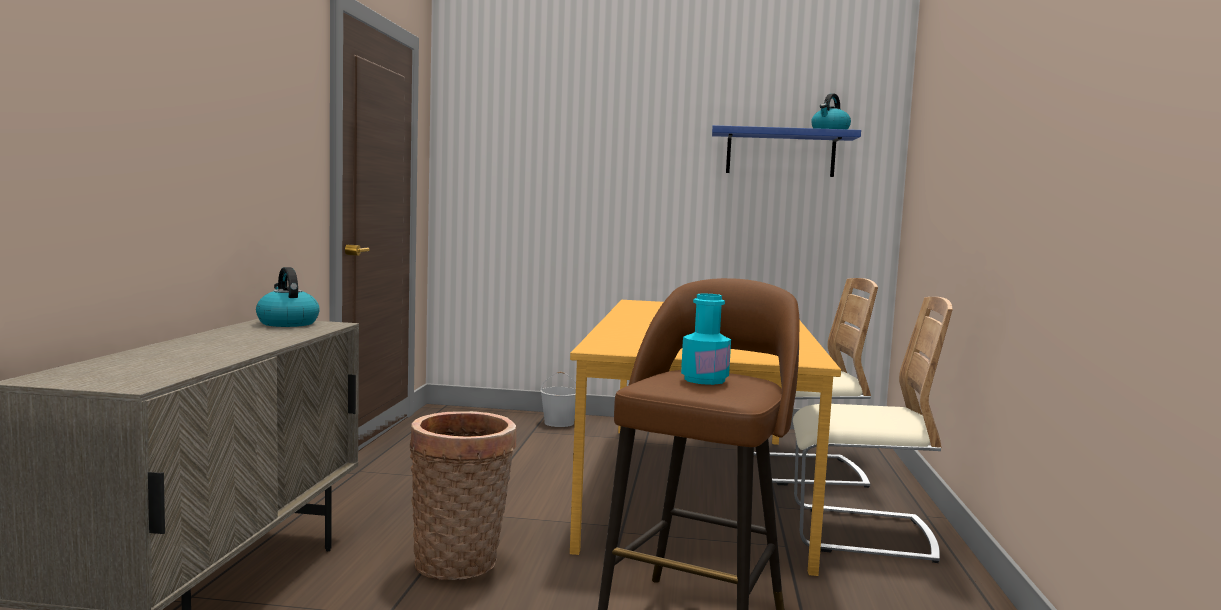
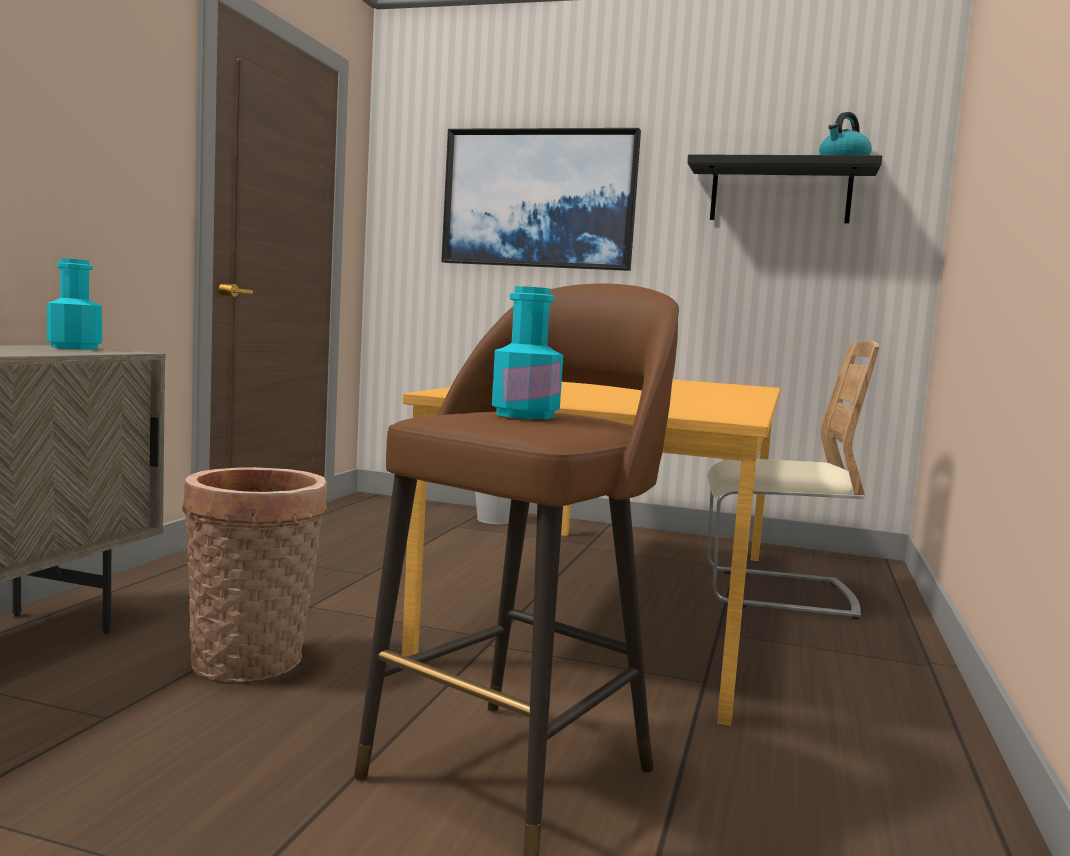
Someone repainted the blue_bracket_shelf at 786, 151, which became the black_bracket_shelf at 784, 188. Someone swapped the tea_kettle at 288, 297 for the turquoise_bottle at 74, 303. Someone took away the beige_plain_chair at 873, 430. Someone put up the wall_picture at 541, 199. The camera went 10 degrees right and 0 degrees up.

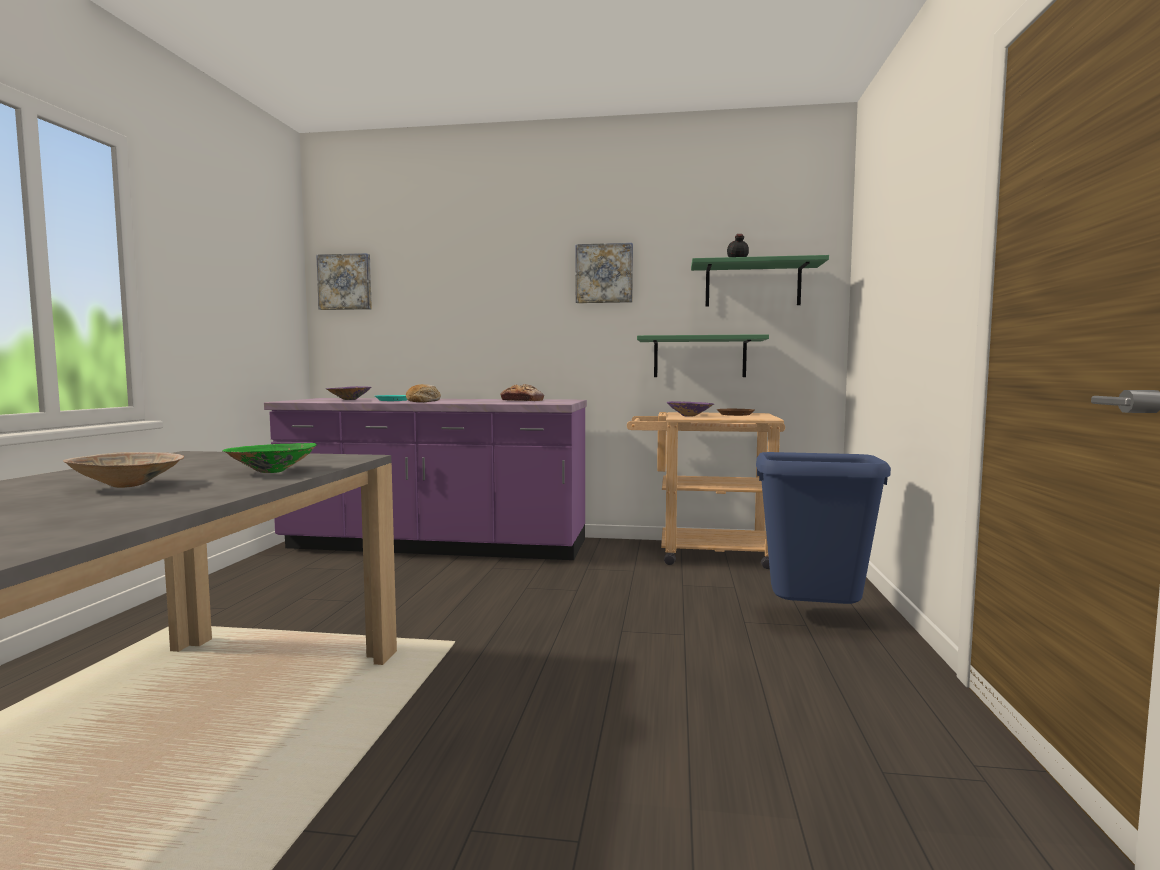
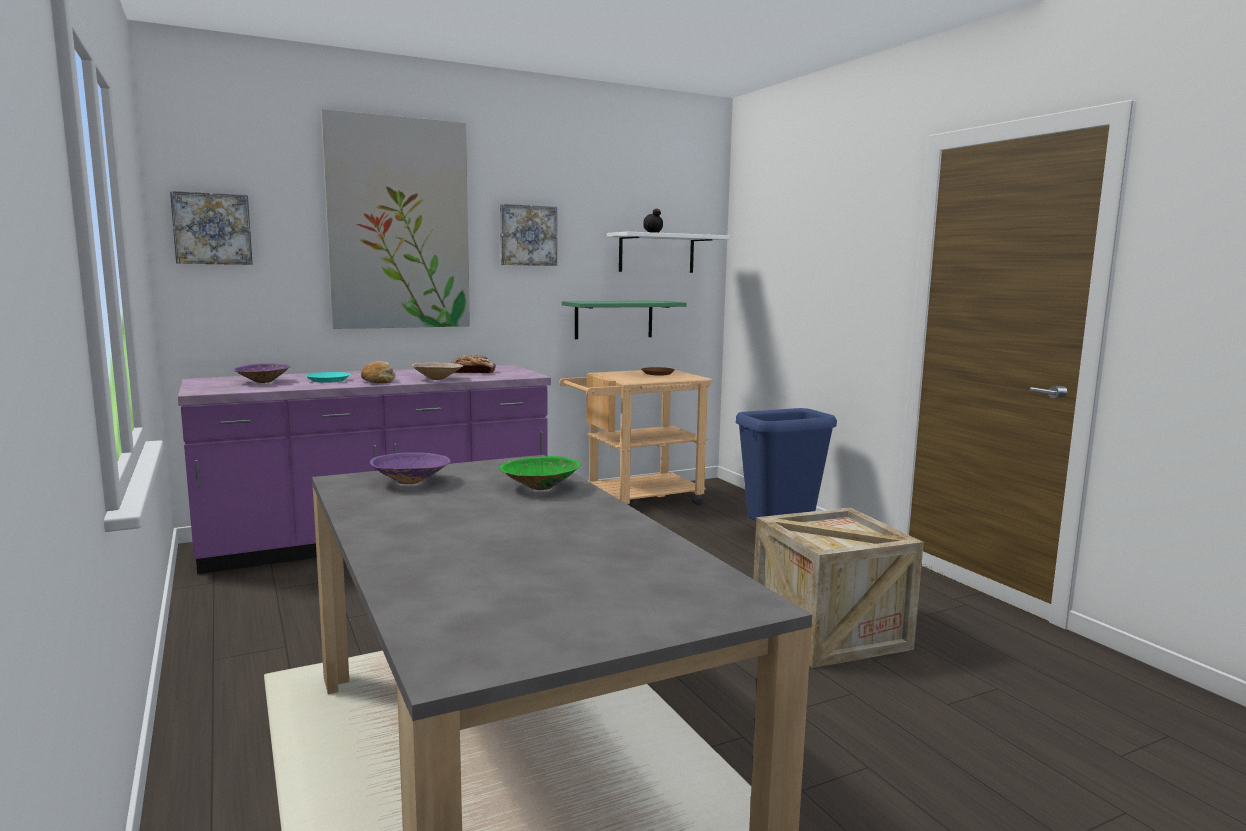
Someone repainted the greenish_bracket_shelf at 760, 281, which became the white-coloured_bracket_shelf at 668, 252. Someone carried the purple_serving_bowl from 690, 408 to 410, 468. Someone carried the beige_serving_bowl from 123, 470 to 437, 371. Someone put up the wall_picture at 395, 219. Someone put down the packing_crate at 838, 588. The camera went 35 degrees left and 5 degrees up.

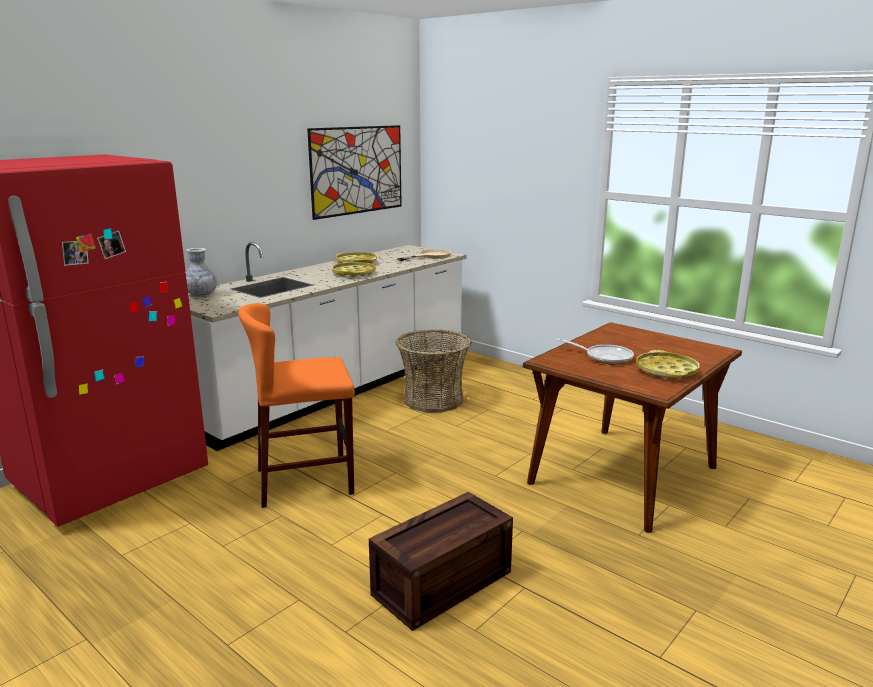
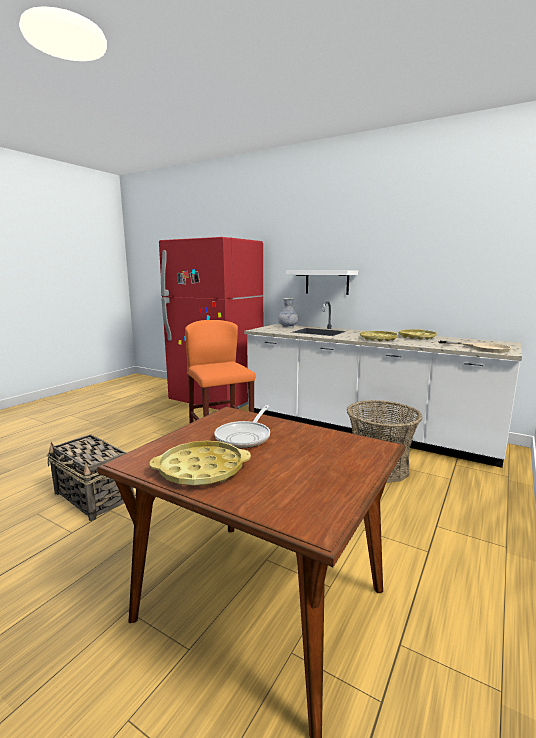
Someone took away the wall_picture at 354, 172. Someone swapped the packing_crate at 441, 561 for the household_basket at 90, 477. Someone put up the white-coloured_bracket_shelf at 322, 282. The camera went 80 degrees right and 5 degrees down.

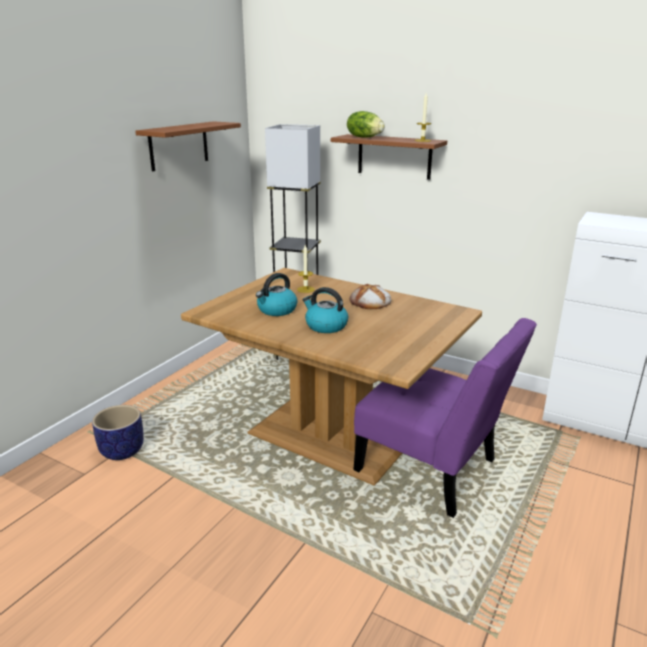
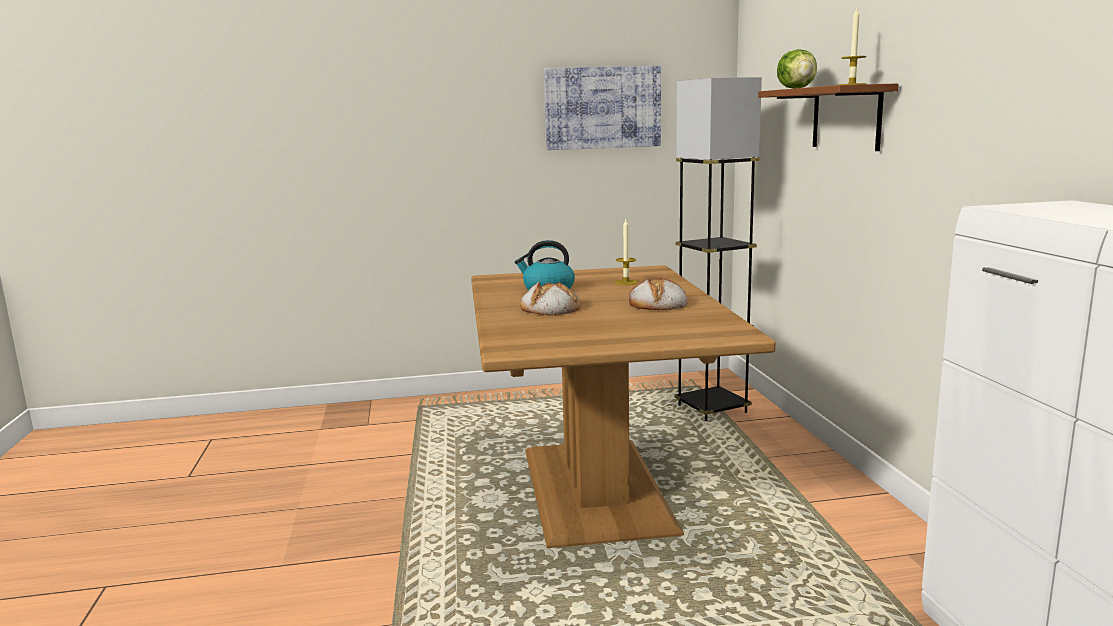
Someone swapped the brown-coloured_bracket_shelf at 188, 146 for the wall_picture at 602, 108. Someone swapped the tea_kettle at 325, 310 for the bread at 550, 298. Someone took away the purple_plain_chair at 445, 418. Someone took away the planter at 118, 432. The camera went 50 degrees right and 10 degrees down.

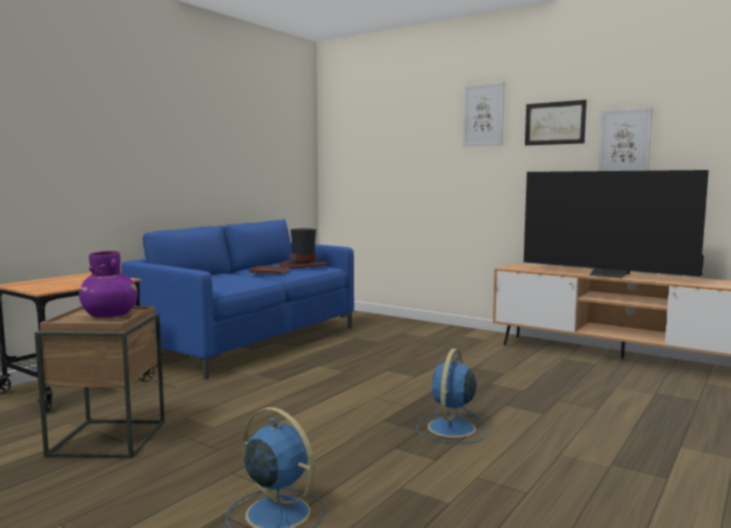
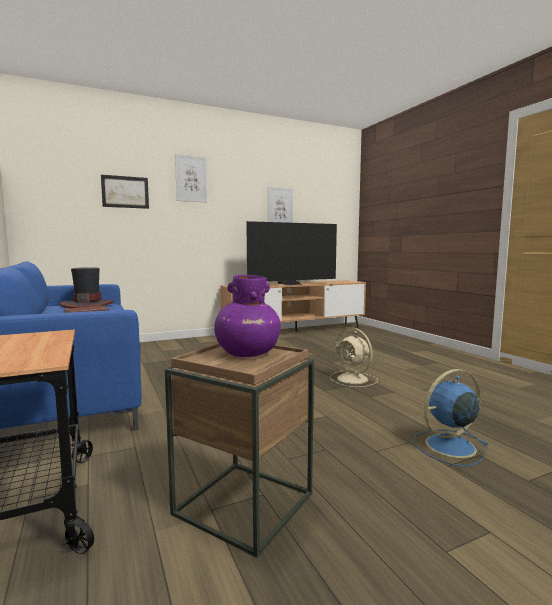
Someone carried the wall_picture from 556, 123 to 125, 192. Someone repainted the blue_fan at 451, 396, which became the beige_fan at 354, 357. The camera went 60 degrees left and 0 degrees up.

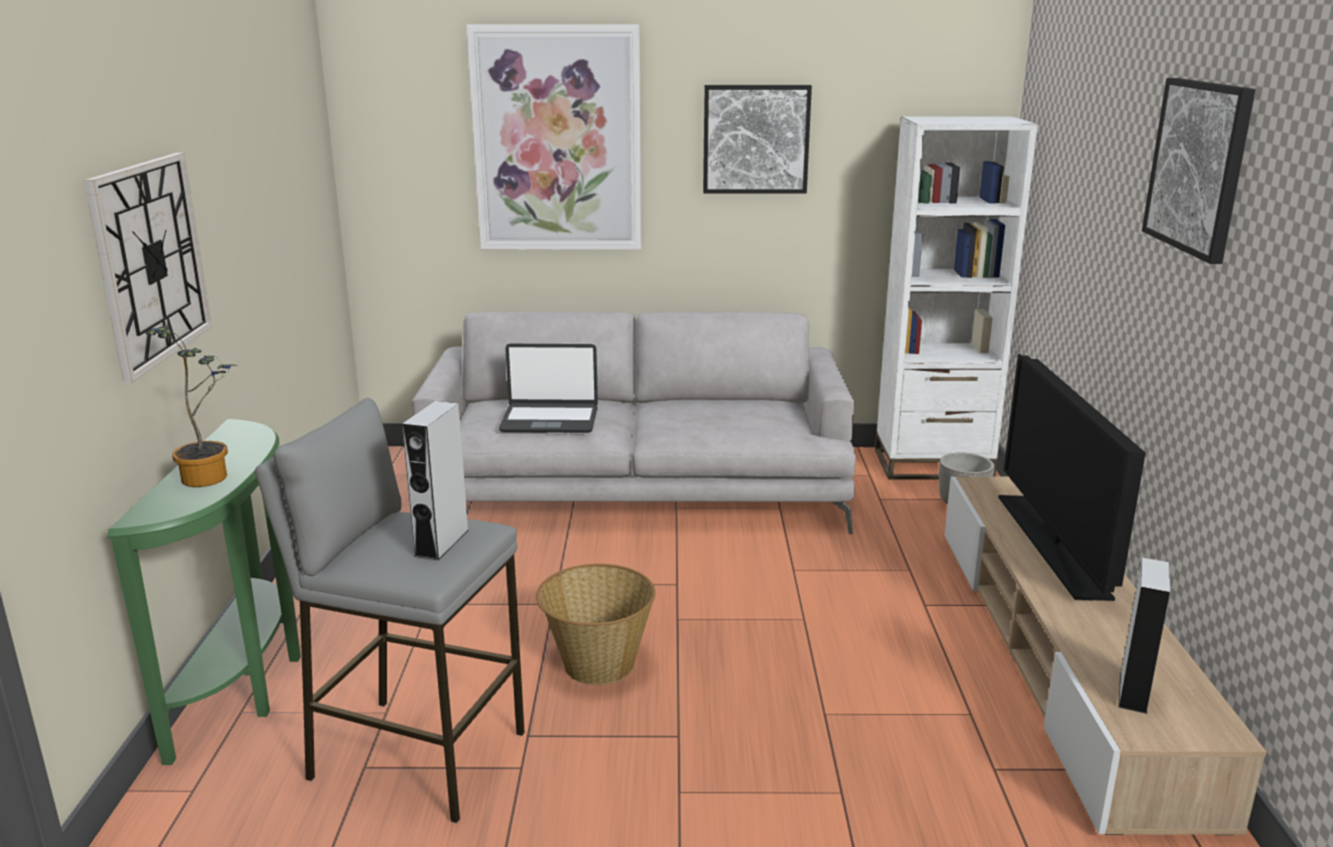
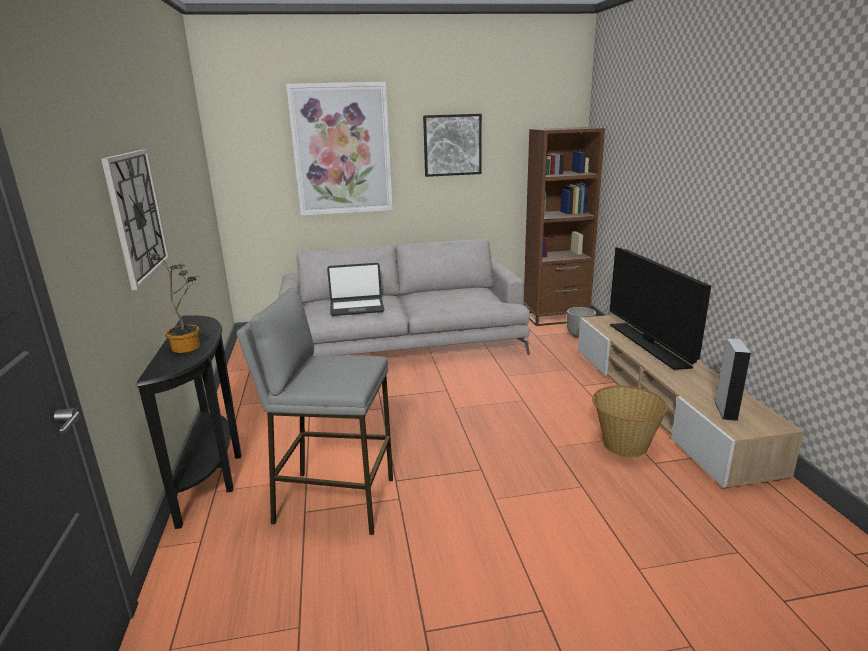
Someone took away the wall_picture at 1198, 171. Someone repainted the white-coloured_shelving_unit at 956, 298, which became the brown-coloured_shelving_unit at 564, 226. Someone took away the grey_loudspeaker at 435, 480. Someone repainted the greenish_console_table at 204, 592, which became the black_console_table at 189, 422. Someone carried the household_basket from 595, 624 to 630, 421. The camera went 10 degrees left and 0 degrees up.

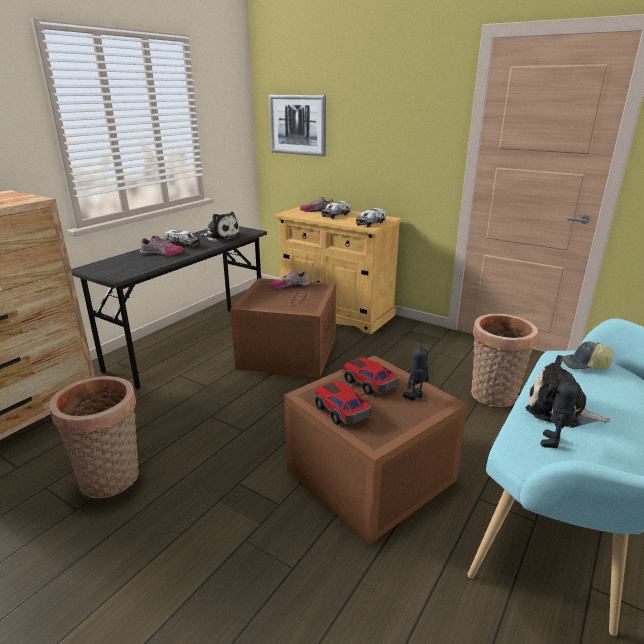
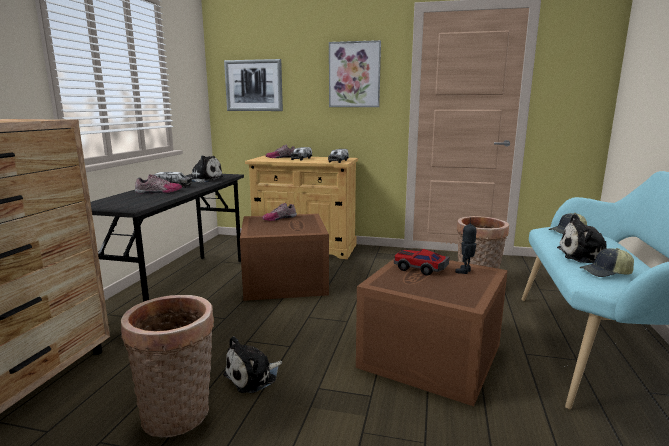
Someone swapped the model_robot at 559, 411 for the cap at 606, 262. Someone took away the toy_car at 343, 402. Someone put up the wall_picture at 355, 73. Someone put down the soft_toy at 252, 364. The camera went 20 degrees left and 10 degrees down.

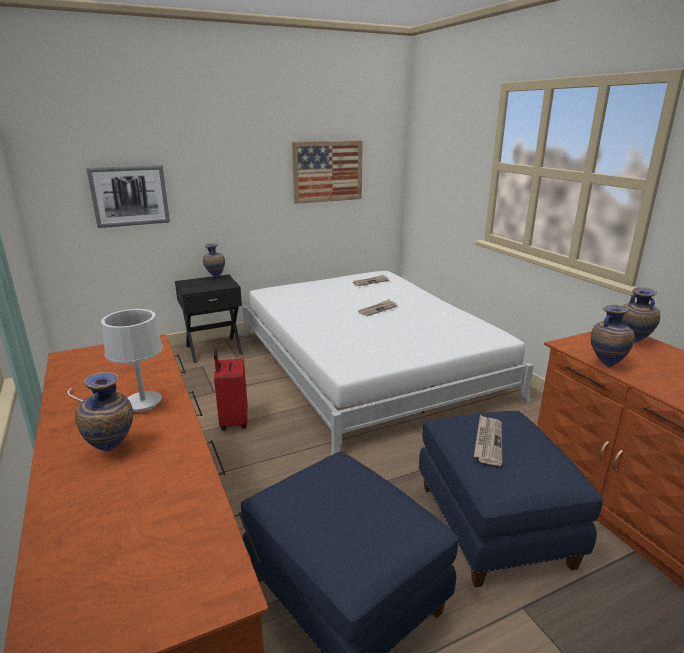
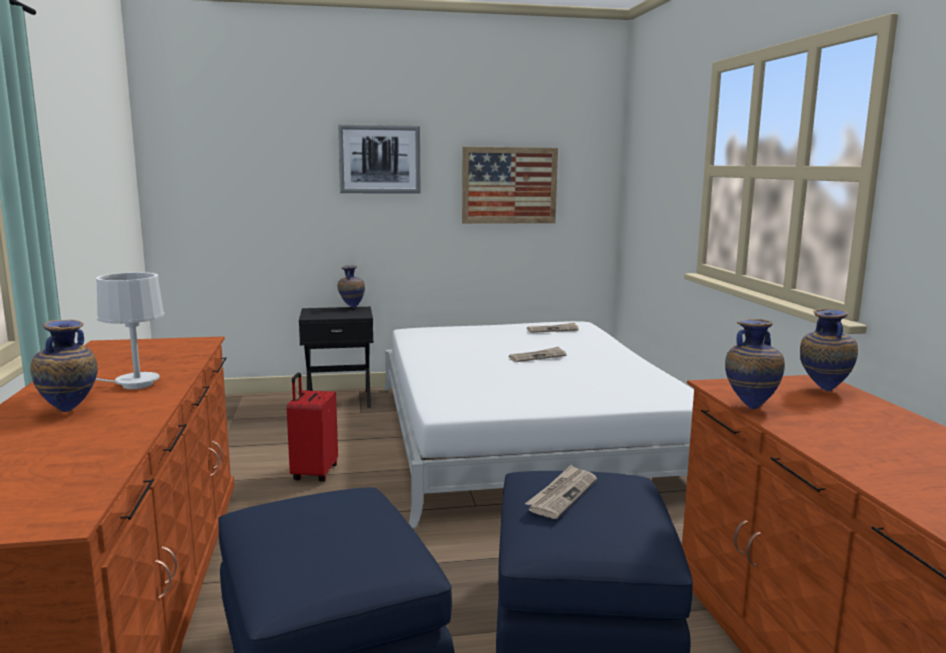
Someone carried the wall_picture from 128, 196 to 379, 159. The camera went 15 degrees right and 10 degrees down.

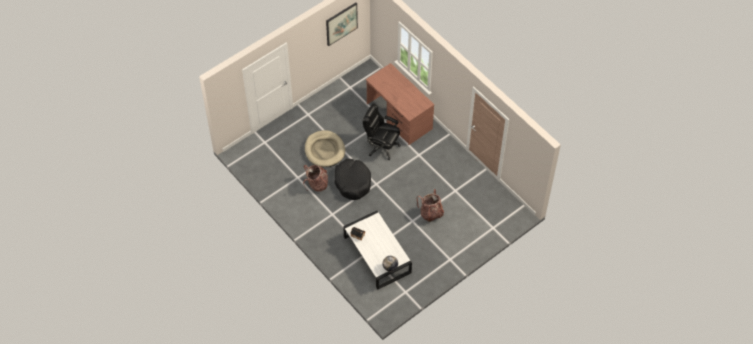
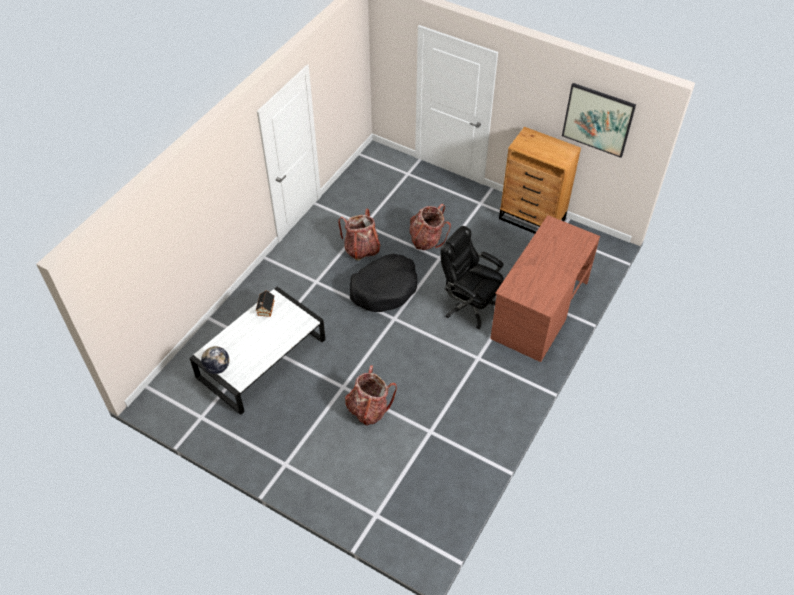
Someone rotated the black_office_chair at 382, 132 by 60 degrees counterclockwise. Someone swapped the beige_pet_bed at 325, 148 for the backpack at 430, 227. Someone put down the brown-coloured_drawer_chest at 540, 180. The camera went 70 degrees right and 5 degrees down.

